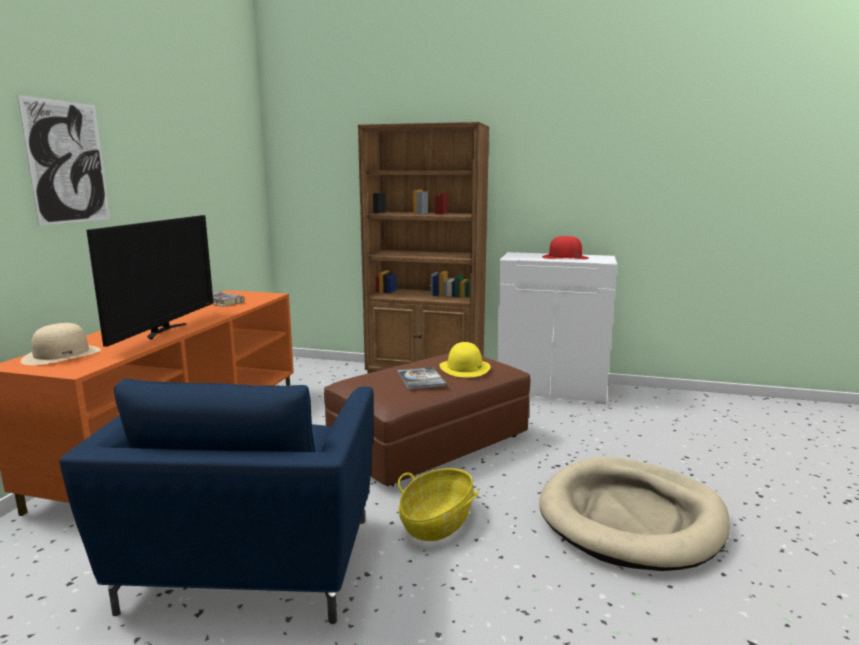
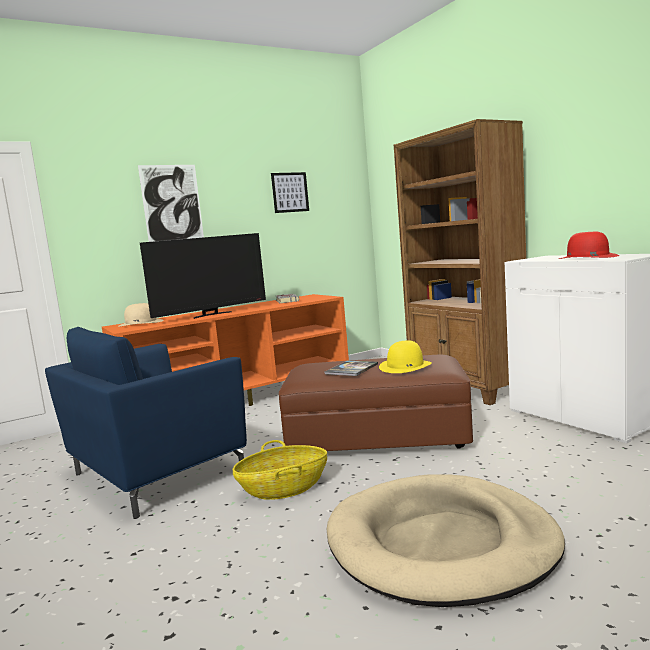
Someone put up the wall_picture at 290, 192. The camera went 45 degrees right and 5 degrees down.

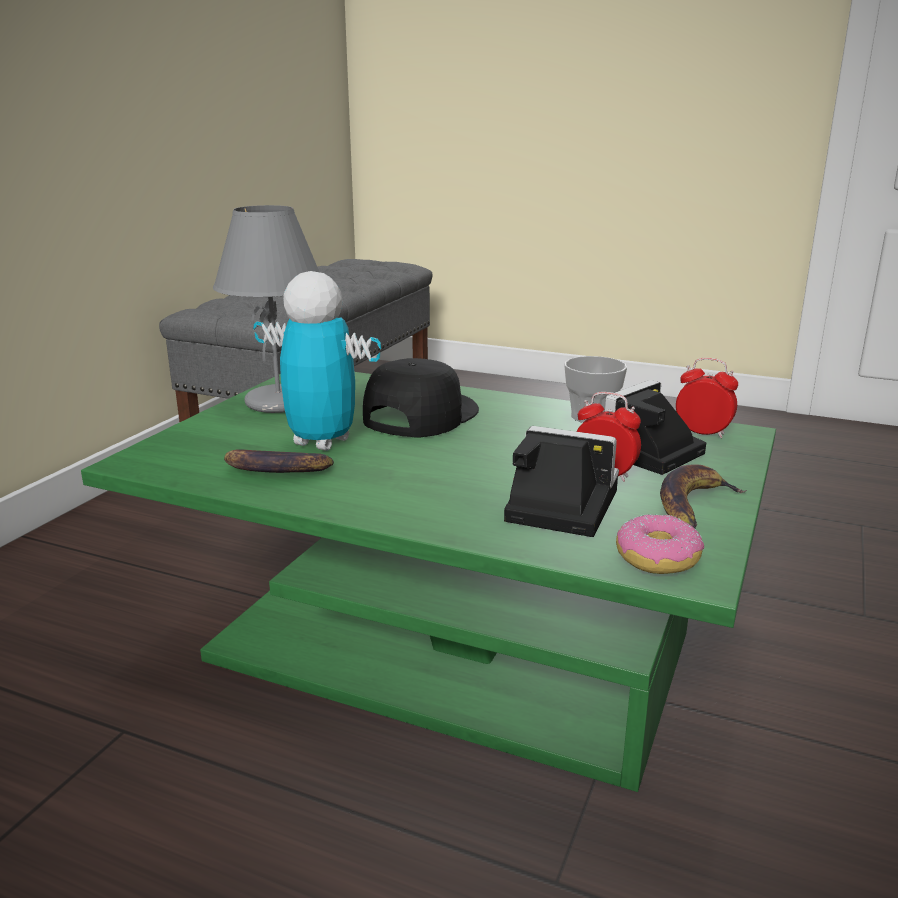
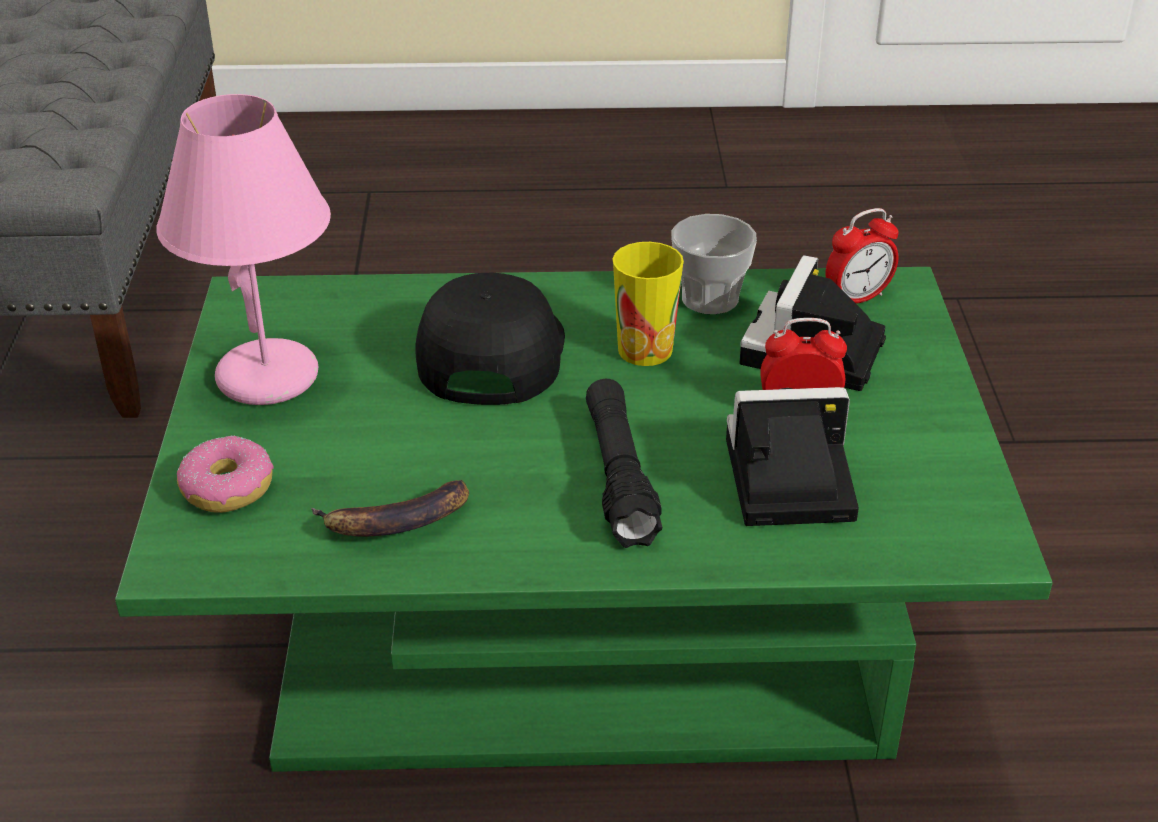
Someone repainted the grey_lamp_for_a_table at 266, 309, which became the pink_lamp_for_a_table at 243, 249. Someone took away the model_robot at 317, 361. Someone rotated the alarm_clock at 707, 398 by 150 degrees clockwise. Someone took away the whole_banana at 703, 496. Someone carried the ring_doughnut from 660, 544 to 225, 474. Someone put down the cup at 648, 304. Someone put down the black_hand_torch at 624, 463. The camera went 25 degrees left and 15 degrees up.

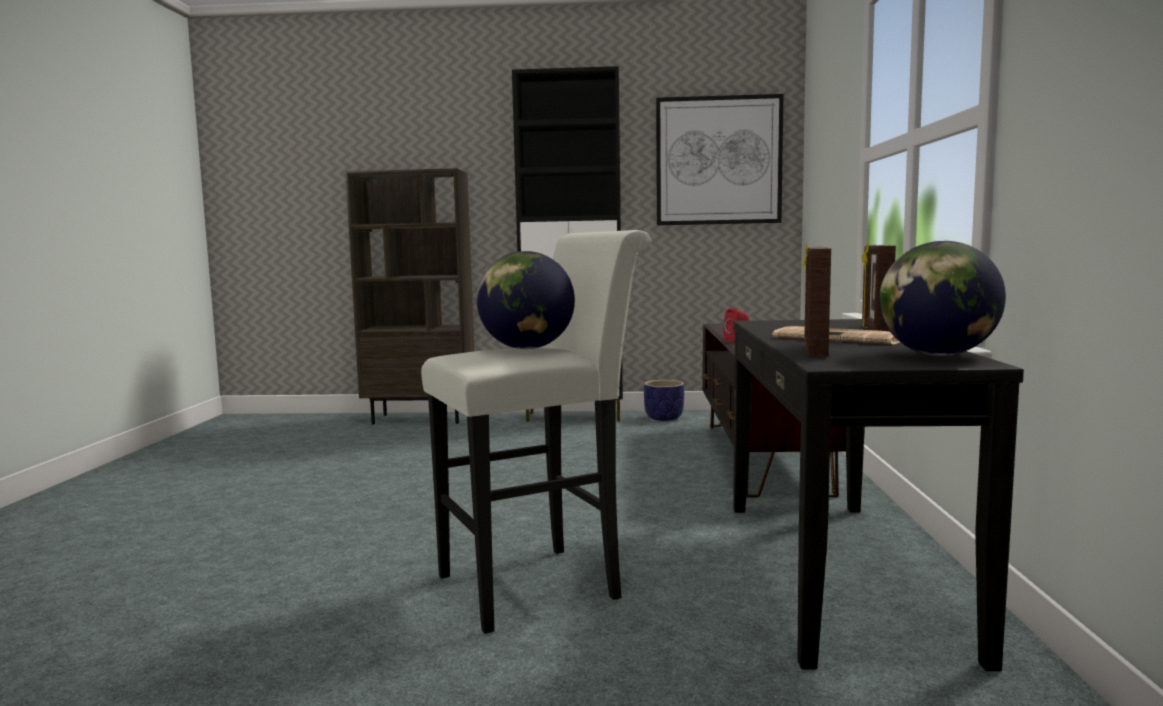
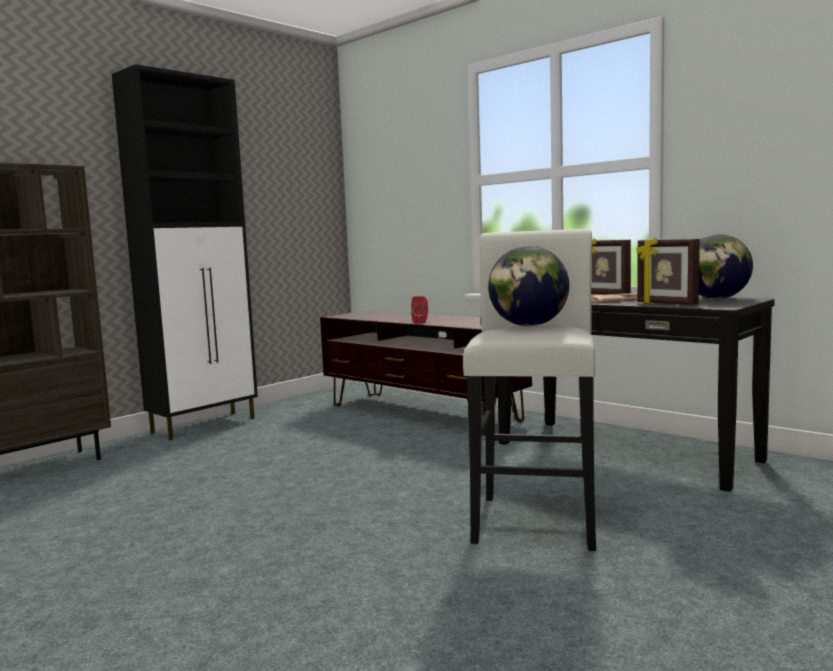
Someone took away the wall_picture at 720, 159. Someone took away the planter at 664, 400. The camera went 50 degrees left and 0 degrees up.

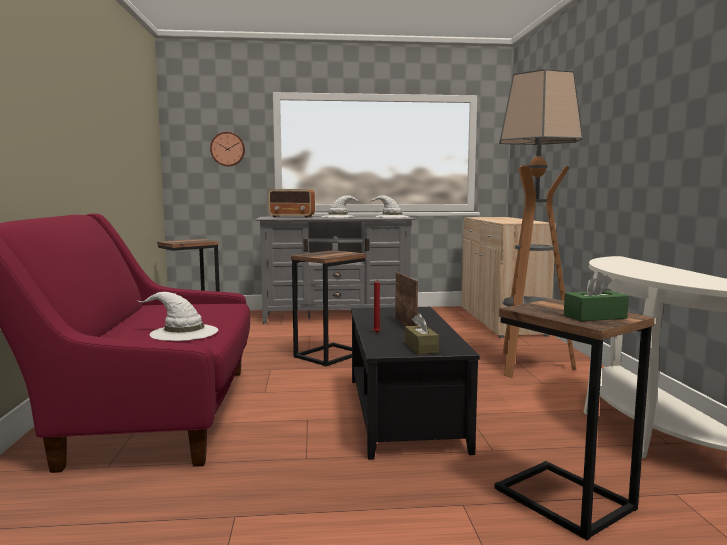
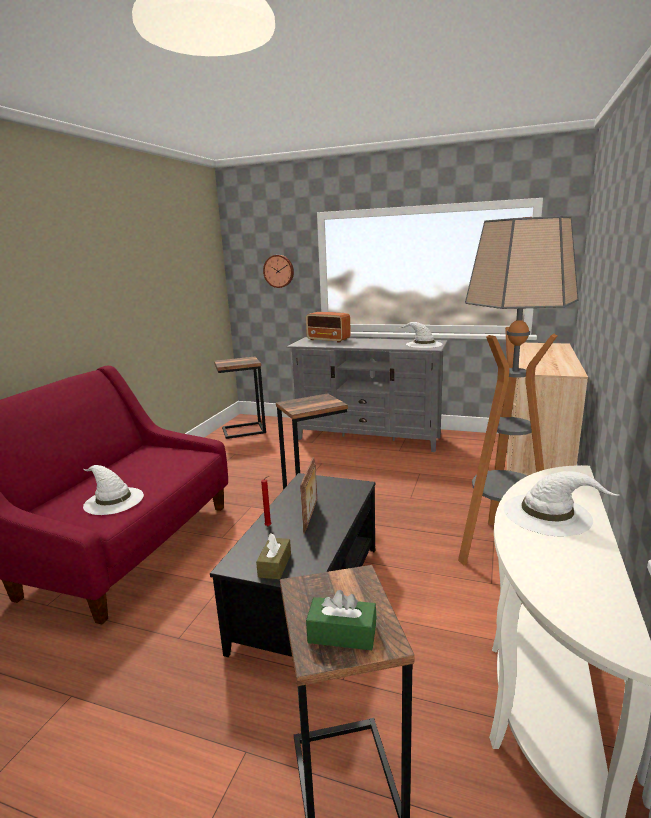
Someone carried the white-coloured_wearable_hat from 339, 206 to 561, 503. The camera went 25 degrees right and 10 degrees up.

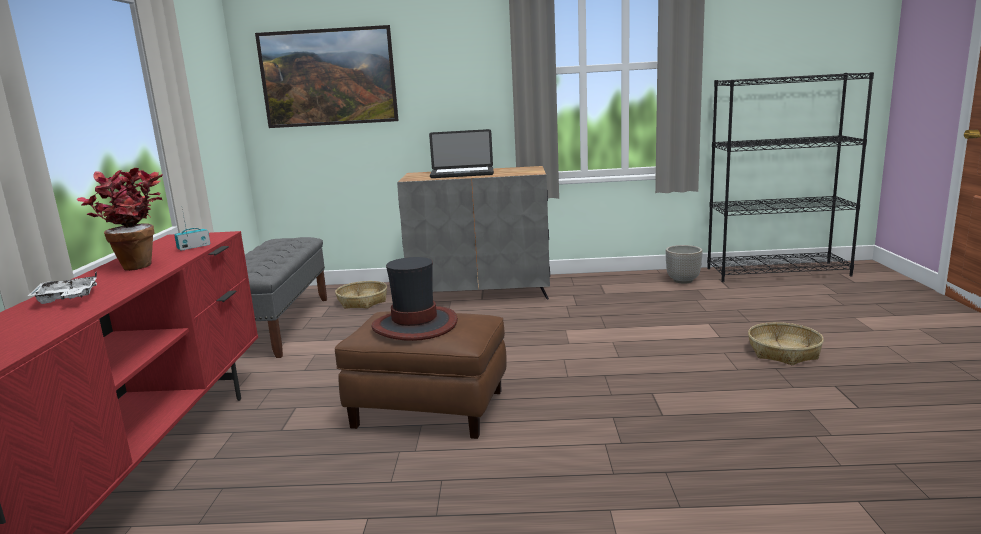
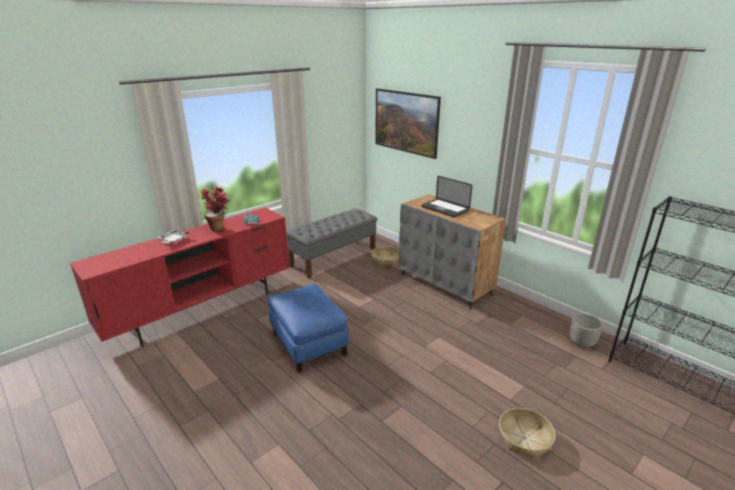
Someone took away the wearable_hat at 414, 299. Someone repainted the brown-coloured_ottoman at 421, 375, which became the blue_ottoman at 308, 328. The camera went 45 degrees right and 10 degrees up.

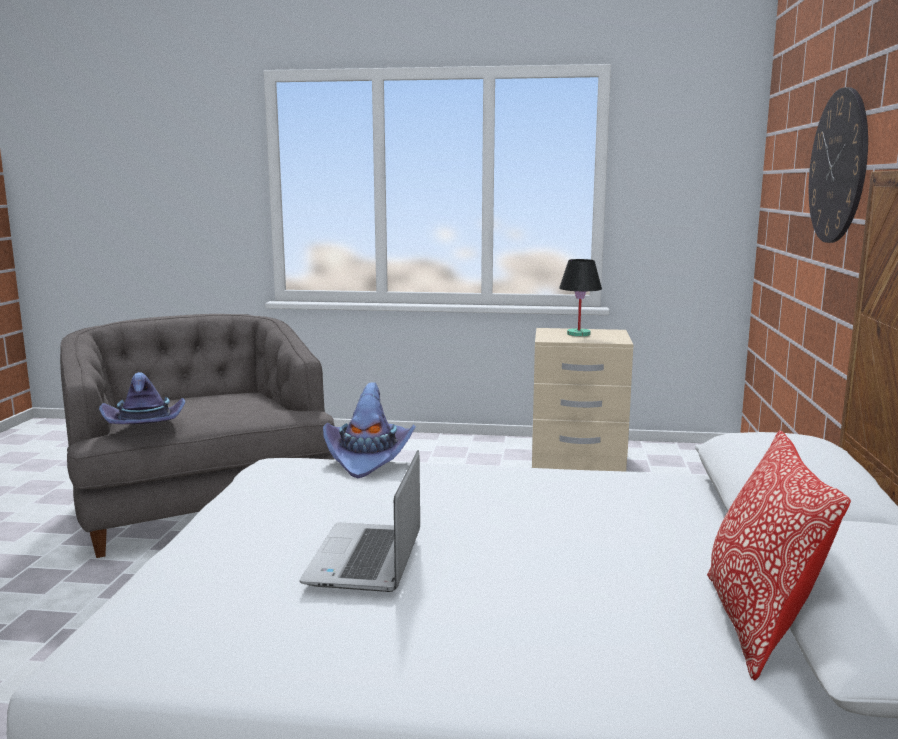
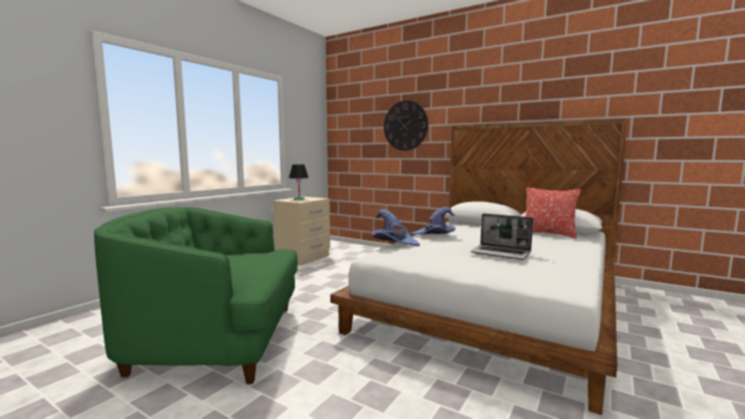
Someone repainted the grey_armchair at 197, 436, which became the greenish_armchair at 196, 295. Someone carried the purple_wearable_hat from 142, 398 to 433, 221. The camera went 65 degrees left and 5 degrees down.

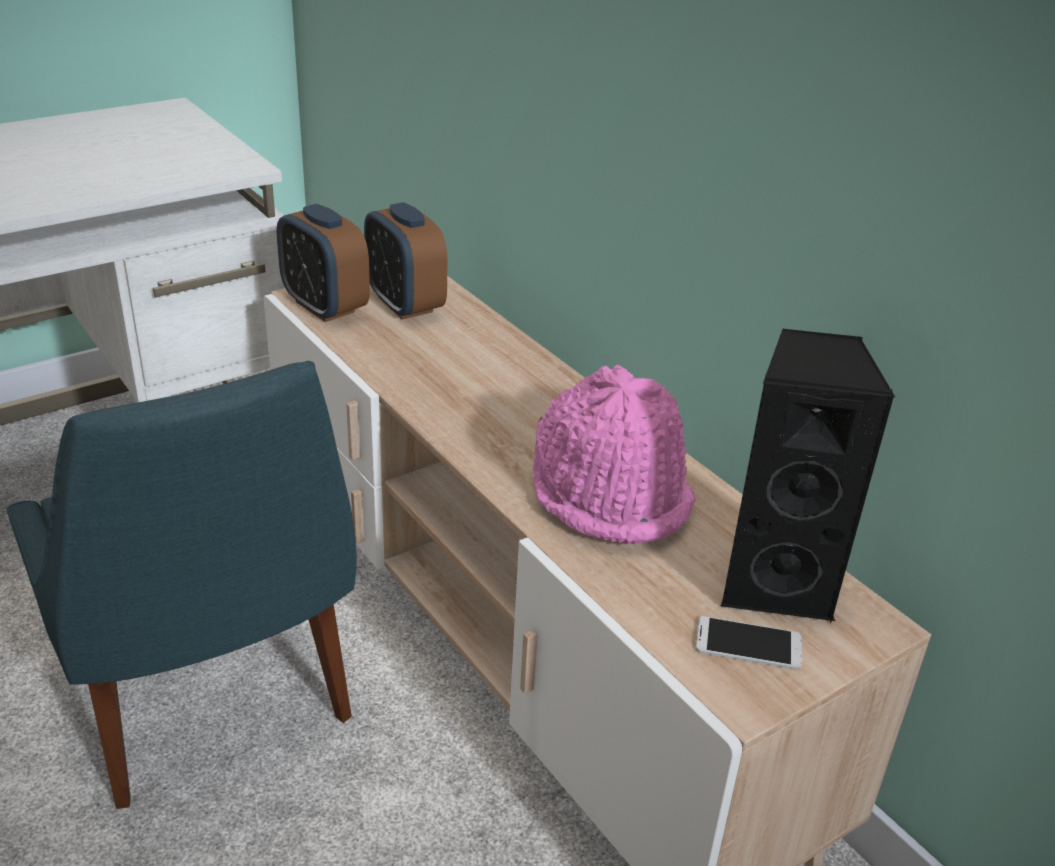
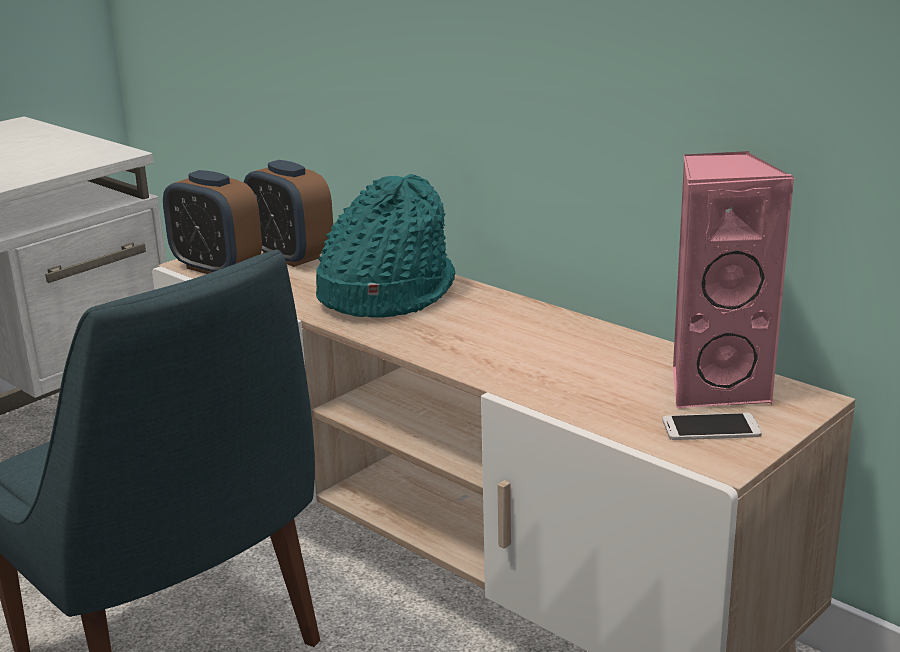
Someone repainted the black_loudspeaker at 808, 475, which became the pink_loudspeaker at 733, 280. Someone took away the pink_wearable_hat at 614, 454. Someone put down the turquoise_wearable_hat at 385, 246. The camera went 10 degrees left and 10 degrees down.

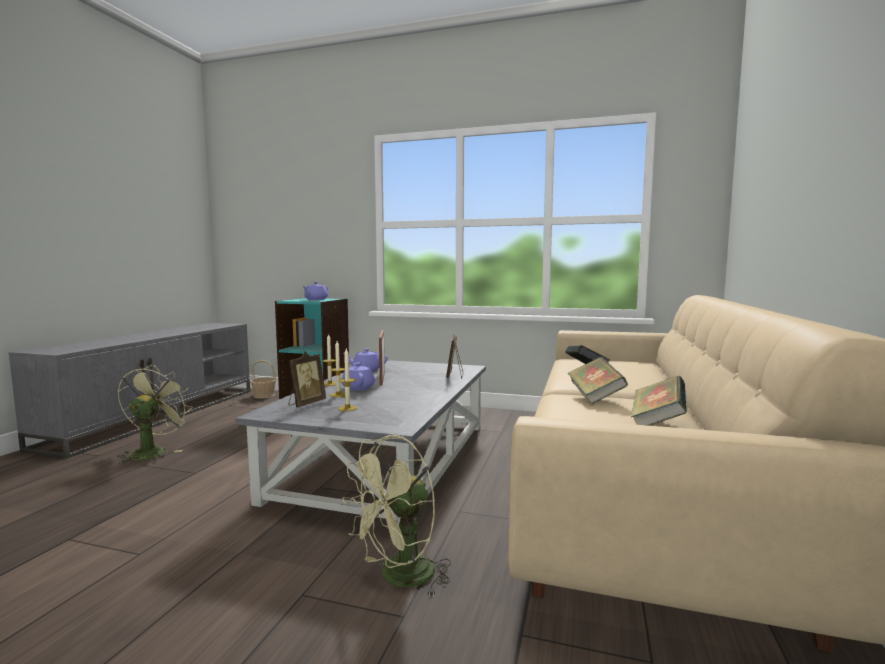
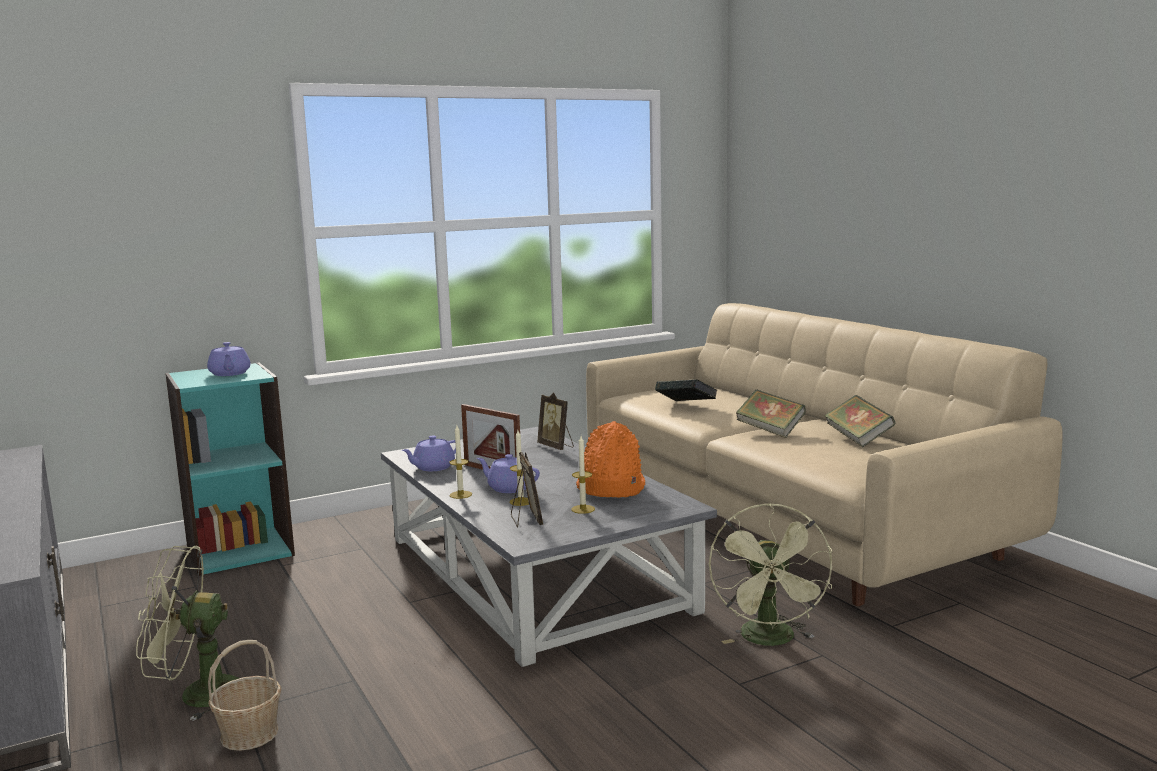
Someone carried the household_basket from 263, 379 to 244, 695. Someone rotated the greenish_fan at 154, 414 by 60 degrees counterclockwise. Someone put down the orange_wearable_hat at 610, 459. The camera went 45 degrees left and 5 degrees up.

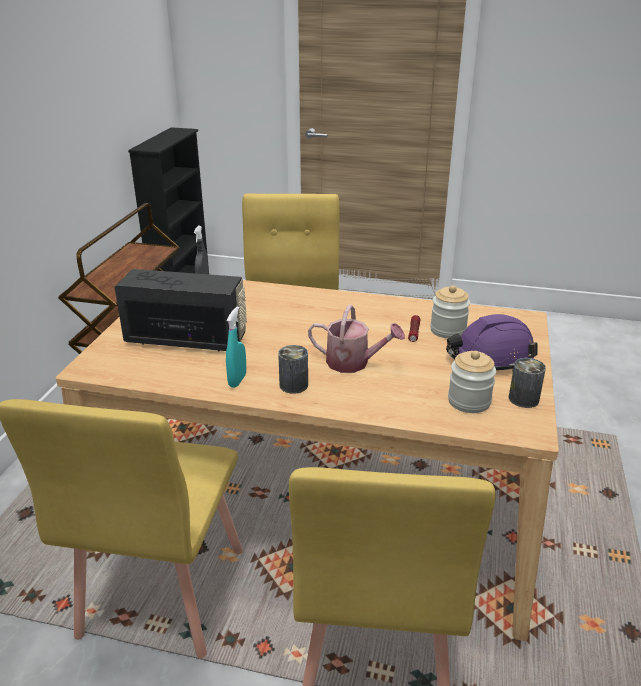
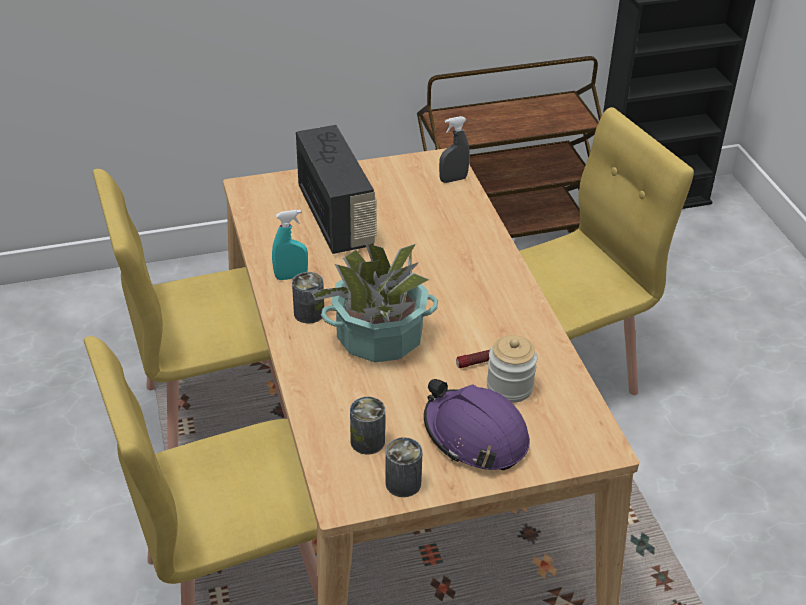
Someone swapped the watering_can at 356, 339 for the potted_plant at 374, 302. Someone swapped the storage_jar at 472, 382 for the can at 367, 425. The camera went 60 degrees right and 10 degrees up.

